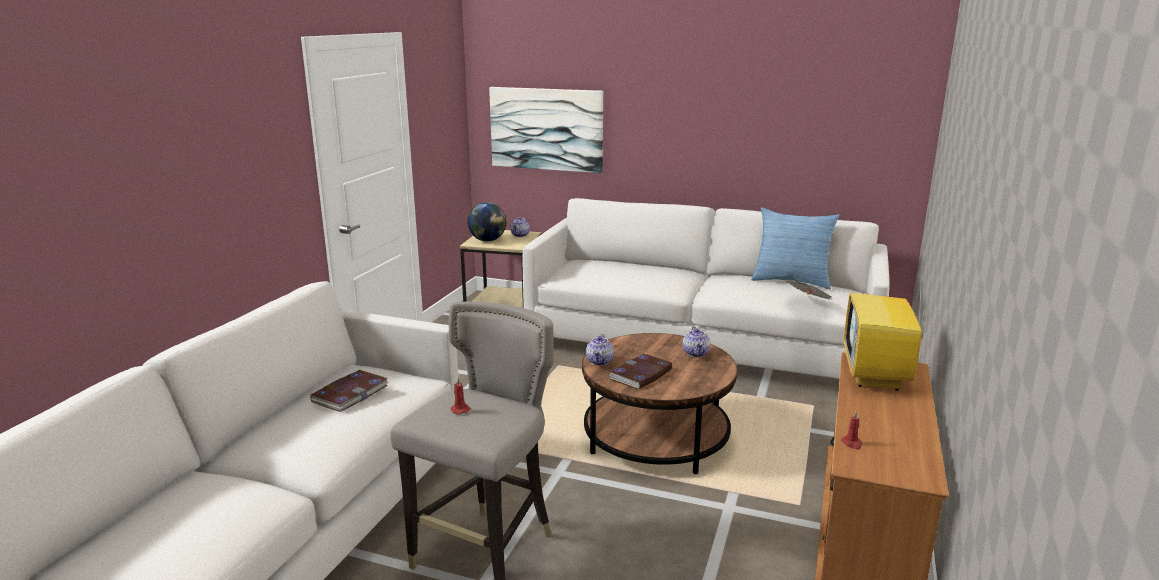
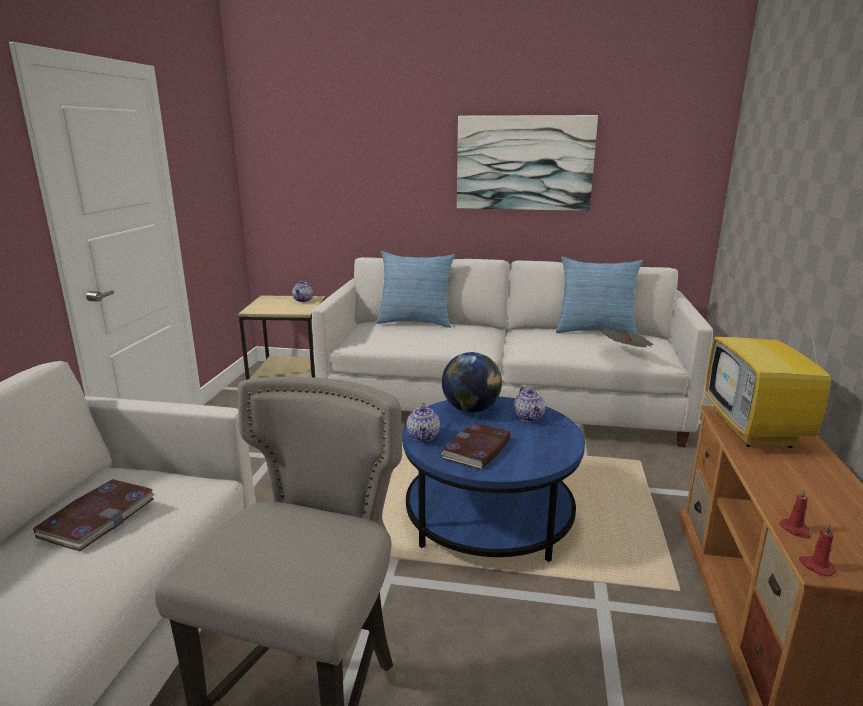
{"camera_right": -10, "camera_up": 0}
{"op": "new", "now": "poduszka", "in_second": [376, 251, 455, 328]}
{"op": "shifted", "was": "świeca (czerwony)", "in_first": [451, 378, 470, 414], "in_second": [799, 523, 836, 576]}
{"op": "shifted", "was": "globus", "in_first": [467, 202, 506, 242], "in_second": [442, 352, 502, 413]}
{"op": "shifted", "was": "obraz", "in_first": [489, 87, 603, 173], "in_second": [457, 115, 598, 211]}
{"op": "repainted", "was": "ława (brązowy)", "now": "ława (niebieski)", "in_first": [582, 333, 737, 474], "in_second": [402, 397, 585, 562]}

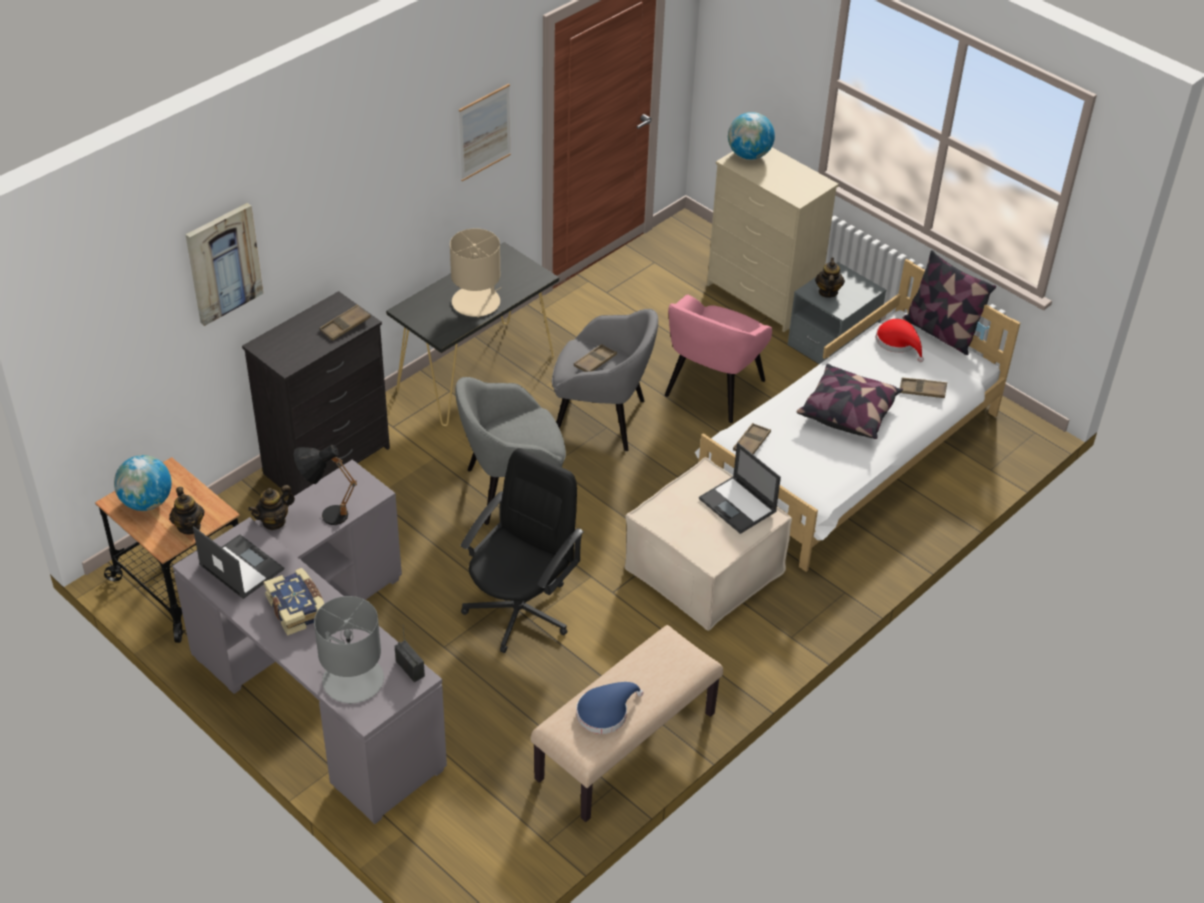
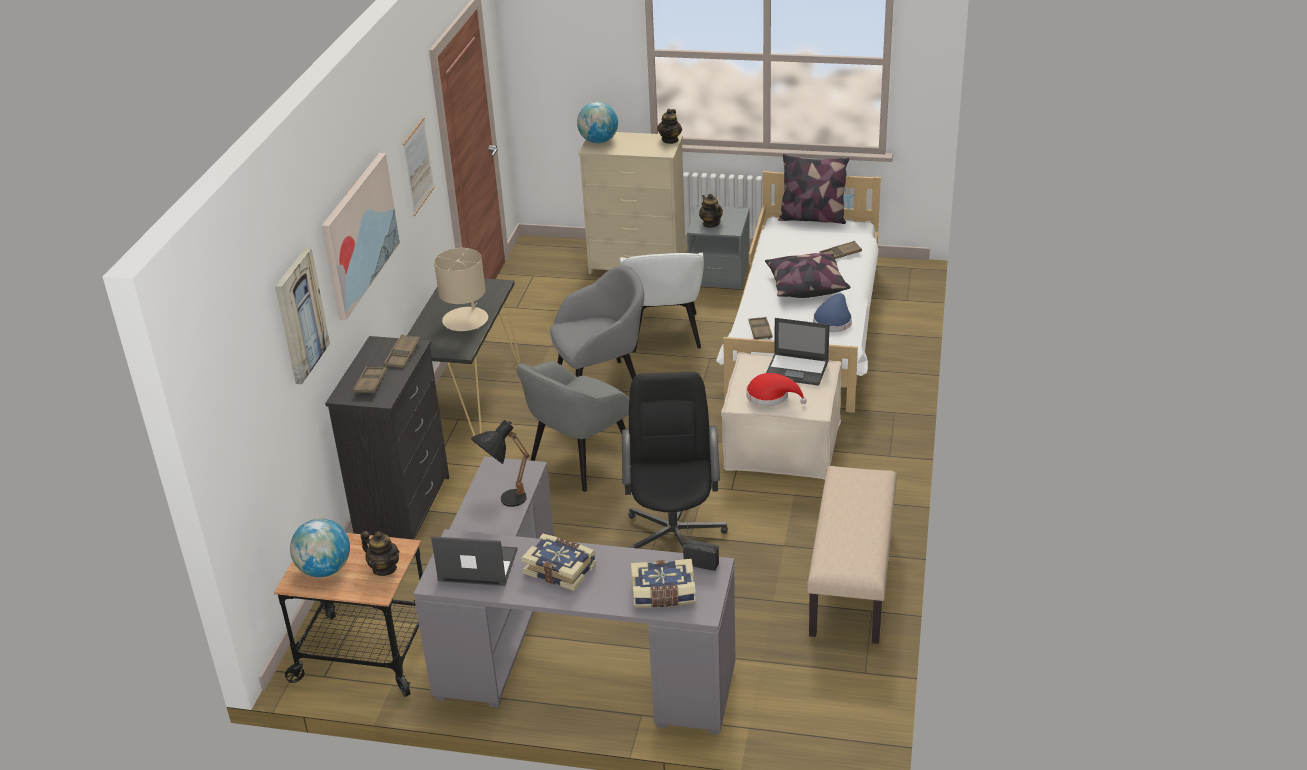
{"camera_right": -30, "camera_up": -10}
{"op": "new", "now": "obraz", "in_second": [322, 153, 400, 320]}
{"op": "shifted", "was": "imbryk", "in_first": [248, 485, 295, 530], "in_second": [657, 109, 682, 144]}
{"op": "shifted", "was": "taca (brązowy)", "in_first": [574, 344, 617, 372], "in_second": [353, 366, 387, 394]}
{"op": "shifted", "was": "kapelusz (niebieski)", "in_first": [576, 682, 644, 734], "in_second": [813, 293, 852, 332]}
{"op": "shifted", "was": "kapelusz (czerwony)", "in_first": [876, 319, 924, 362], "in_second": [746, 373, 807, 406]}
{"op": "swapped", "was": "lampa stołowa (szary)", "now": "książka", "in_first": [314, 596, 384, 704], "in_second": [631, 559, 696, 608]}
{"op": "repainted", "was": "fotel (różowy)", "now": "fotel (biały)", "in_first": [665, 295, 772, 423], "in_second": [619, 253, 704, 352]}

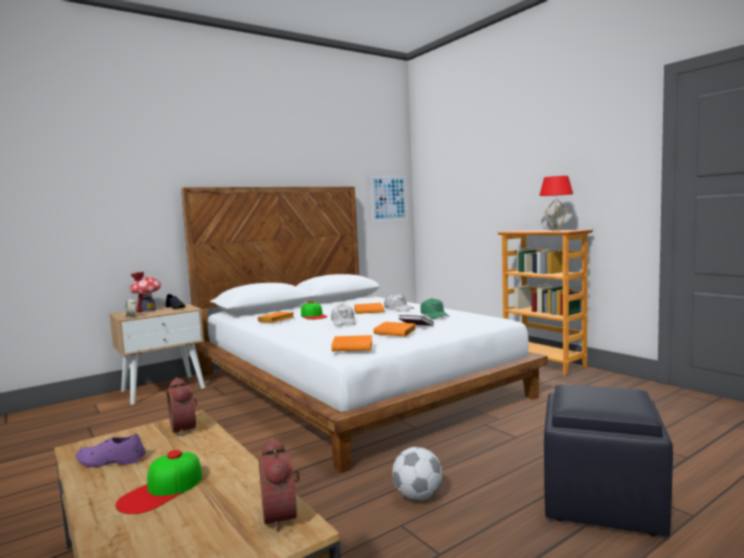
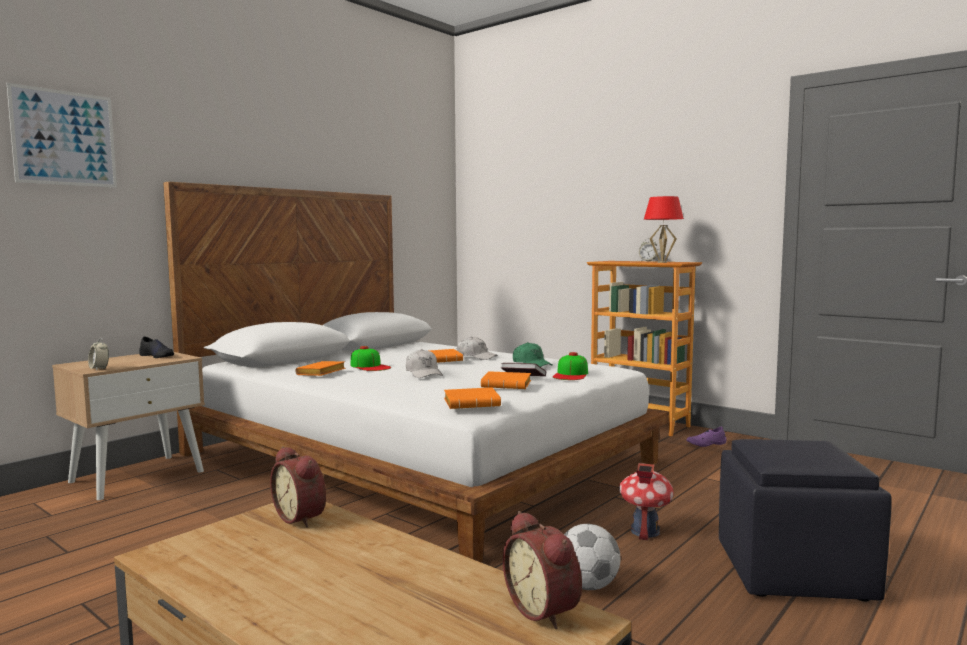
{"camera_right": -15, "camera_up": 0}
{"op": "shifted", "was": "but (fioletowy)", "in_first": [76, 433, 146, 467], "in_second": [686, 426, 726, 447]}
{"op": "shifted", "was": "czapka z daszkiem", "in_first": [115, 450, 202, 514], "in_second": [553, 352, 588, 380]}
{"op": "shifted", "was": "domek", "in_first": [129, 272, 161, 313], "in_second": [619, 463, 674, 540]}
{"op": "shifted", "was": "obraz", "in_first": [371, 176, 408, 221], "in_second": [7, 83, 117, 188]}

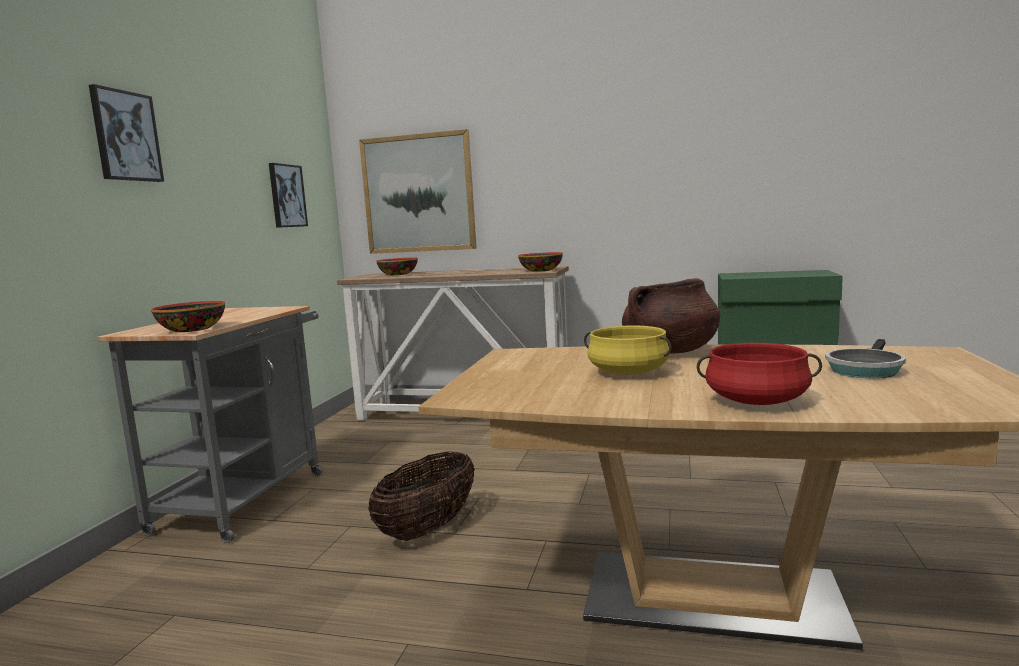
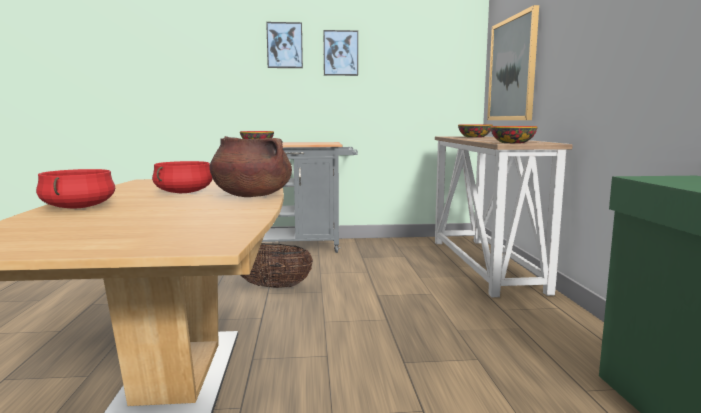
{"camera_right": 70, "camera_up": 0}
{"op": "gone", "was": "patelnia", "in_first": [825, 339, 906, 378]}
{"op": "shifted", "was": "obraz", "in_first": [269, 163, 308, 228], "in_second": [323, 30, 358, 76]}
{"op": "repainted", "was": "garnek (żółty)", "now": "garnek (czerwony)", "in_first": [584, 325, 672, 375], "in_second": [152, 161, 213, 193]}

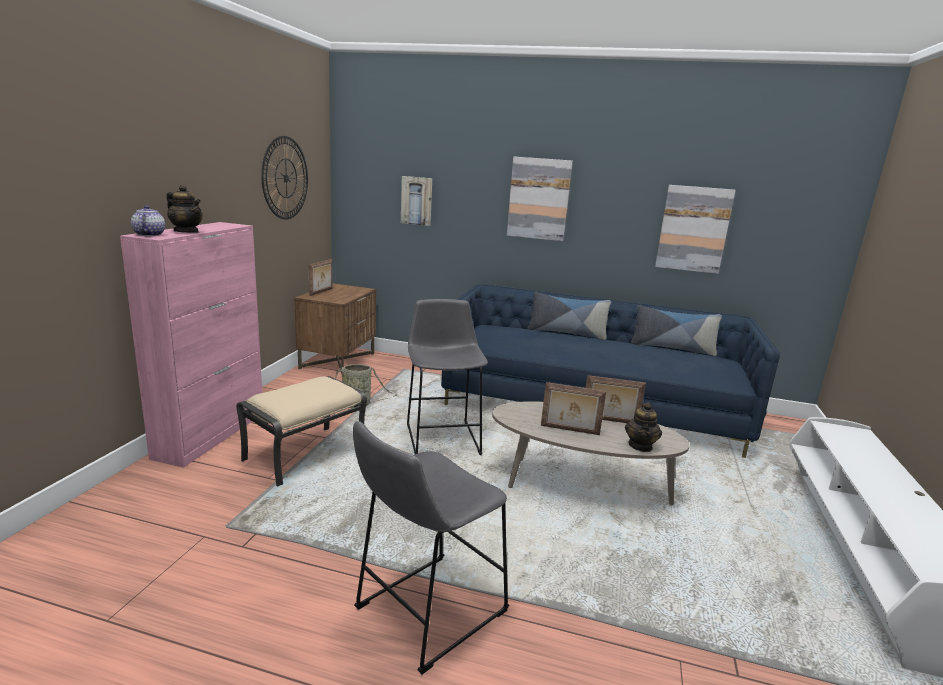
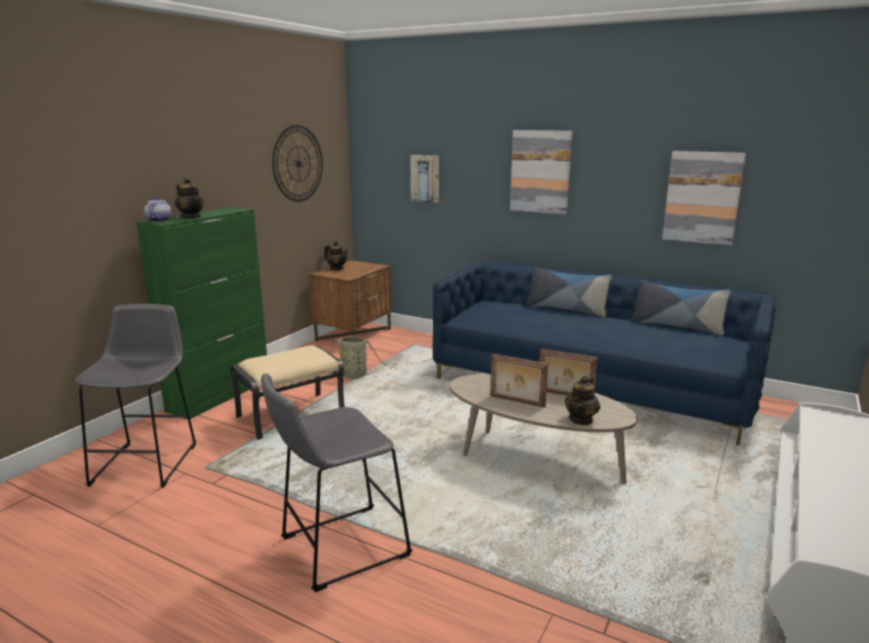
{"camera_right": 15, "camera_up": 0}
{"op": "shifted", "was": "stołek (szary)", "in_first": [407, 299, 488, 455], "in_second": [75, 304, 196, 488]}
{"op": "swapped", "was": "ramka na zdjęcie", "now": "imbryk", "in_first": [308, 259, 332, 296], "in_second": [325, 241, 348, 270]}
{"op": "repainted", "was": "szafka (różowy)", "now": "szafka (zielony)", "in_first": [120, 222, 262, 468], "in_second": [136, 207, 267, 419]}

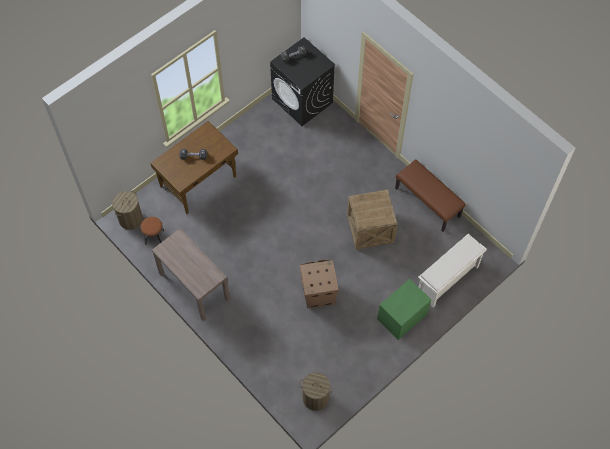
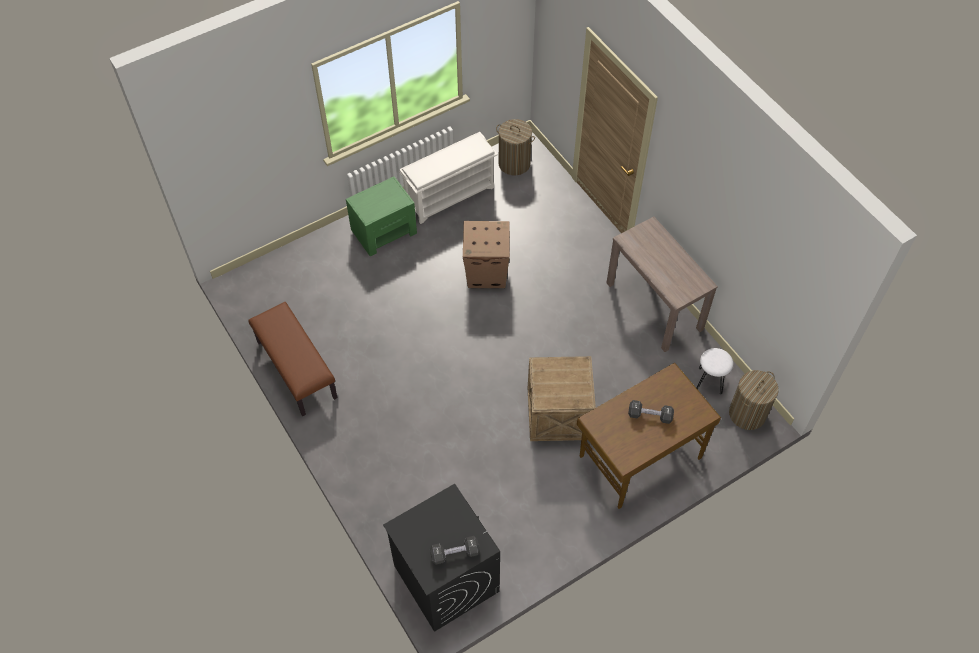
{"camera_right": -170, "camera_up": -5}
{"op": "shifted", "was": "skrzynka", "in_first": [347, 189, 397, 250], "in_second": [528, 356, 596, 441]}
{"op": "shifted", "was": "regał na buty (biały)", "in_first": [418, 233, 487, 307], "in_second": [399, 132, 498, 224]}
{"op": "repainted", "was": "stołek (brązowy)", "now": "stołek (biały)", "in_first": [141, 217, 164, 245], "in_second": [696, 348, 733, 394]}

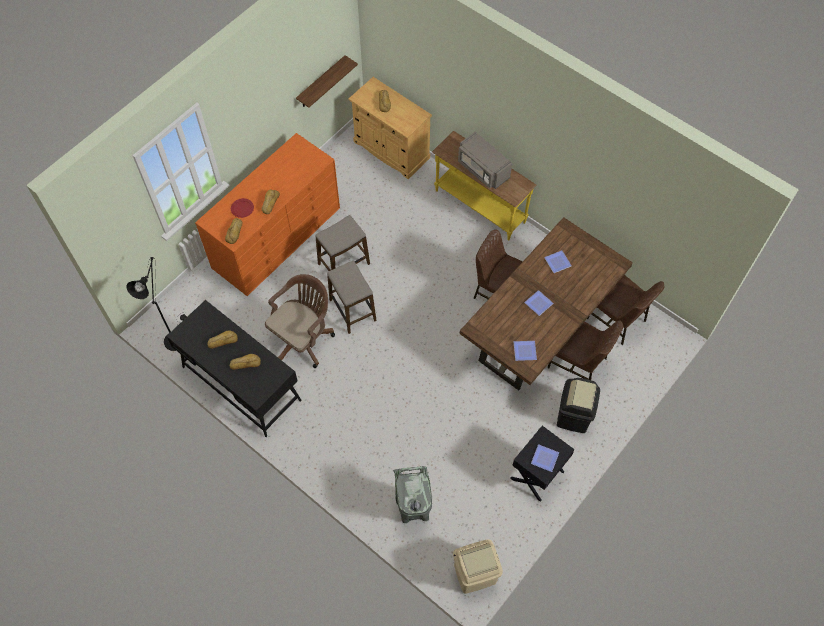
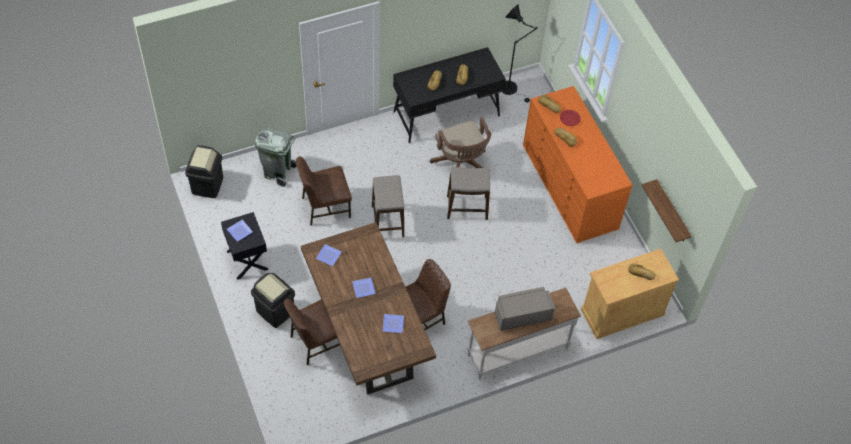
{"camera_right": 115, "camera_up": -5}
{"op": "shifted", "was": "stołek", "in_first": [316, 215, 370, 271], "in_second": [372, 175, 404, 237]}
{"op": "shifted", "was": "krzesło (brązowy)", "in_first": [587, 275, 665, 345], "in_second": [296, 156, 352, 226]}
{"op": "repainted", "was": "stolik konsolowy (żółty)", "now": "stolik konsolowy (biały)", "in_first": [432, 131, 537, 241], "in_second": [467, 287, 581, 380]}
{"op": "repainted", "was": "kosz na śmieci (beżowy)", "now": "kosz na śmieci (czarny)", "in_first": [453, 539, 503, 594], "in_second": [185, 145, 223, 198]}

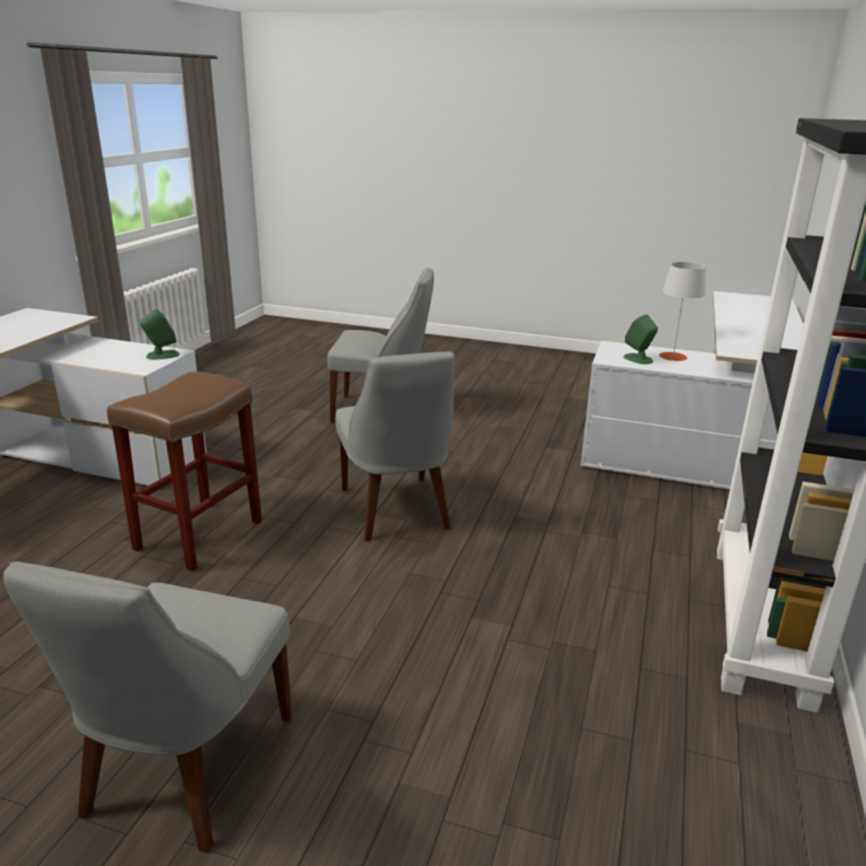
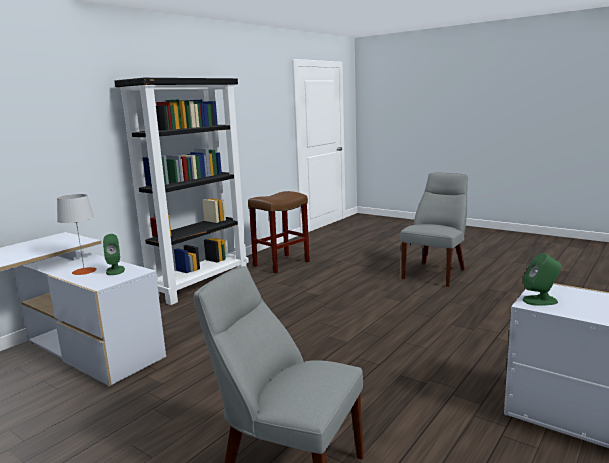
{"camera_right": -160, "camera_up": -10}
{"op": "gone", "was": "krzesło (szary)", "in_first": [336, 352, 455, 541]}
{"op": "shifted", "was": "stołek (brązowy)", "in_first": [107, 372, 262, 571], "in_second": [248, 191, 310, 273]}

